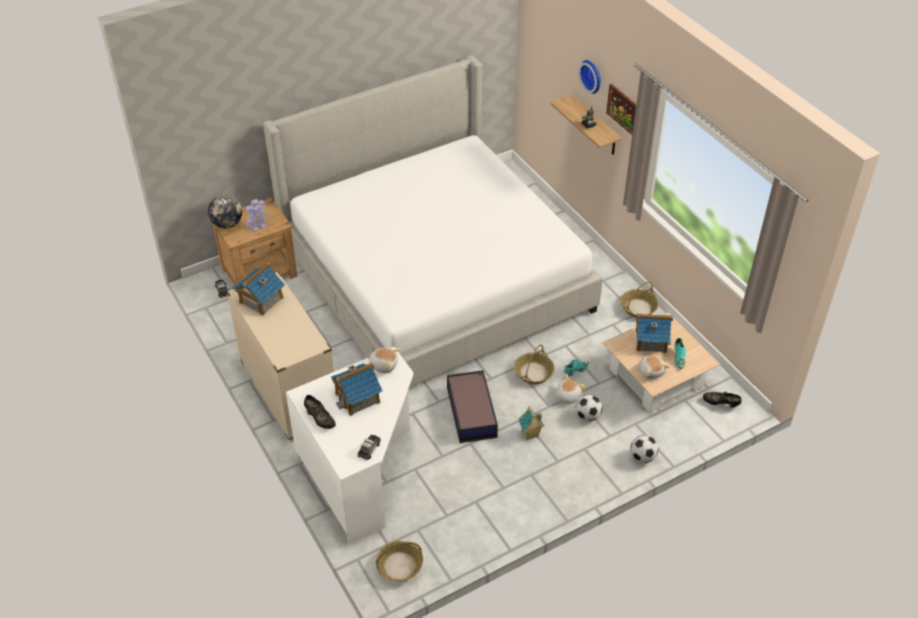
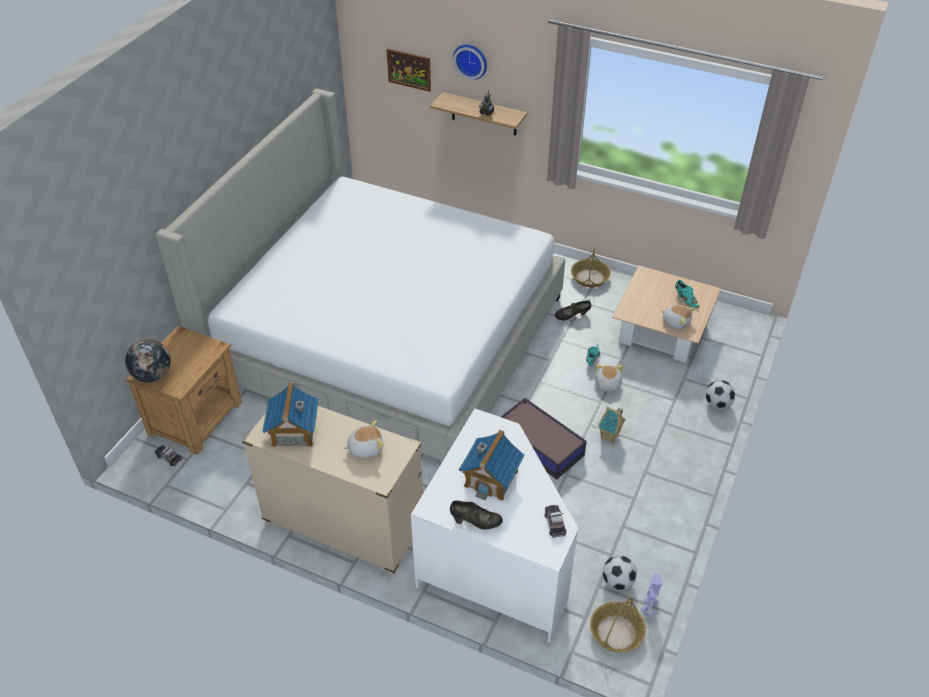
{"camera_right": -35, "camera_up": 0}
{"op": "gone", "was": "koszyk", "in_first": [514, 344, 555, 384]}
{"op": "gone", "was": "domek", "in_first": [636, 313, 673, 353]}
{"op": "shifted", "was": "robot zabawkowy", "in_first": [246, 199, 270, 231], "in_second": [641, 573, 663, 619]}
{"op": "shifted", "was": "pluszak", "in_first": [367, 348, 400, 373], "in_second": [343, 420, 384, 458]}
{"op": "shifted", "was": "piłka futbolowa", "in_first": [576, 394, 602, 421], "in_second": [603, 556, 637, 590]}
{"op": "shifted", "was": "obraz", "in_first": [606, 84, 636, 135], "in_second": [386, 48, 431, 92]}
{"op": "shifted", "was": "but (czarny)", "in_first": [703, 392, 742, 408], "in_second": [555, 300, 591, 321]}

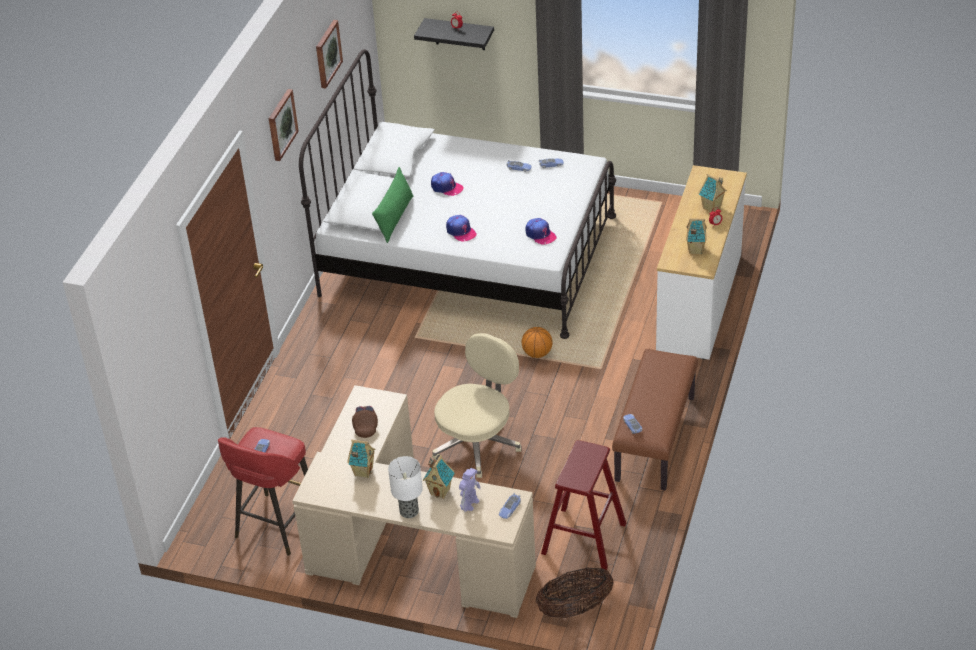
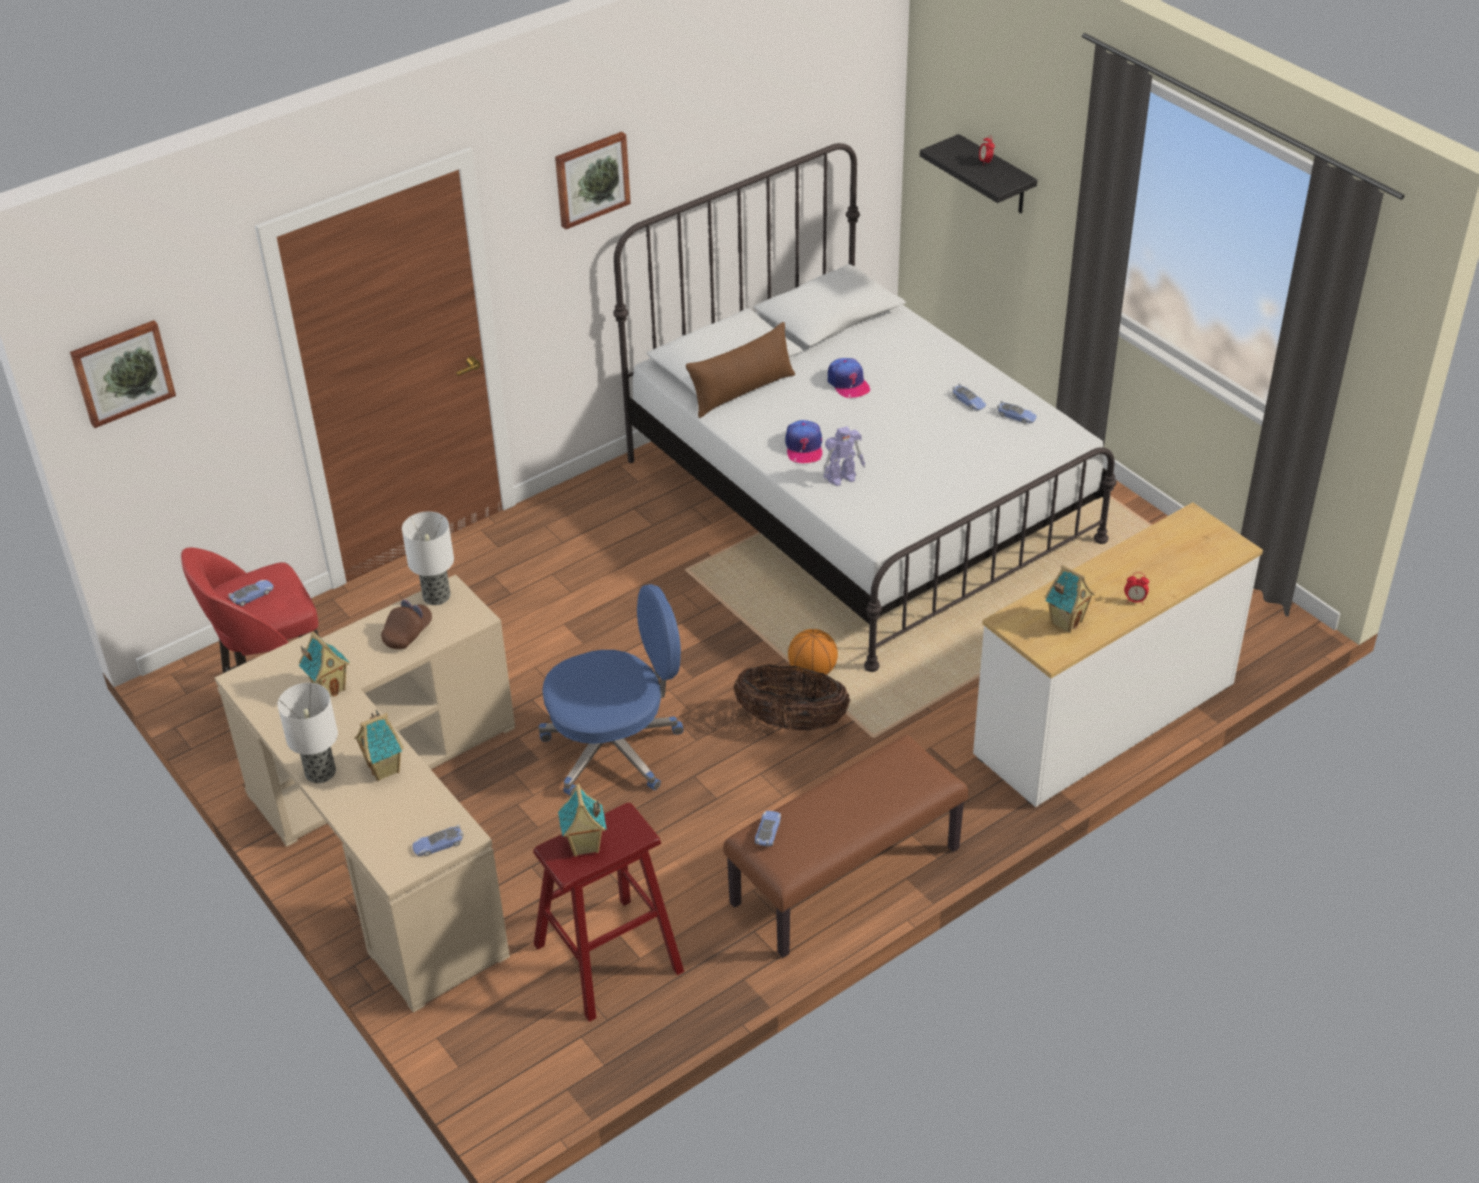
{"camera_right": 35, "camera_up": 0}
{"op": "gone", "was": "czapka z daszkiem", "in_first": [525, 218, 557, 245]}
{"op": "new", "now": "lampa stołowa", "in_second": [402, 511, 454, 605]}
{"op": "shifted", "was": "obraz", "in_first": [316, 20, 343, 88], "in_second": [70, 320, 176, 428]}
{"op": "shifted", "was": "robot zabawkowy", "in_first": [459, 468, 480, 512], "in_second": [823, 426, 865, 486]}
{"op": "shifted", "was": "koszyk", "in_first": [536, 568, 614, 618], "in_second": [734, 664, 850, 731]}
{"op": "shifted", "was": "domek", "in_first": [699, 174, 727, 212], "in_second": [558, 784, 607, 857]}
{"op": "repainted", "was": "poduszka (zielony)", "now": "poduszka (brązowy)", "in_first": [372, 167, 413, 243], "in_second": [686, 322, 795, 418]}
{"op": "repainted", "was": "krzesło biurowe (beżowy)", "now": "krzesło biurowe (niebieski)", "in_first": [432, 333, 522, 478], "in_second": [538, 584, 684, 796]}

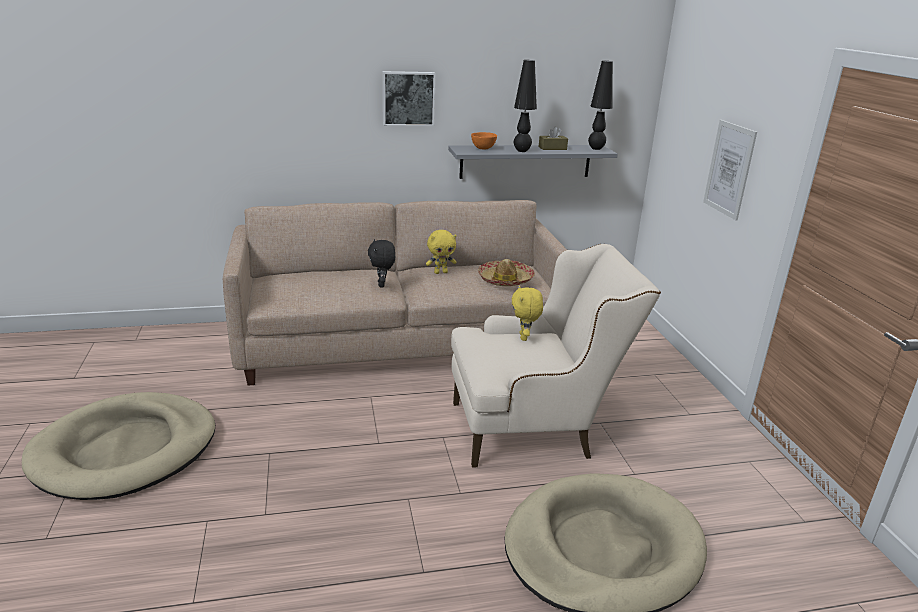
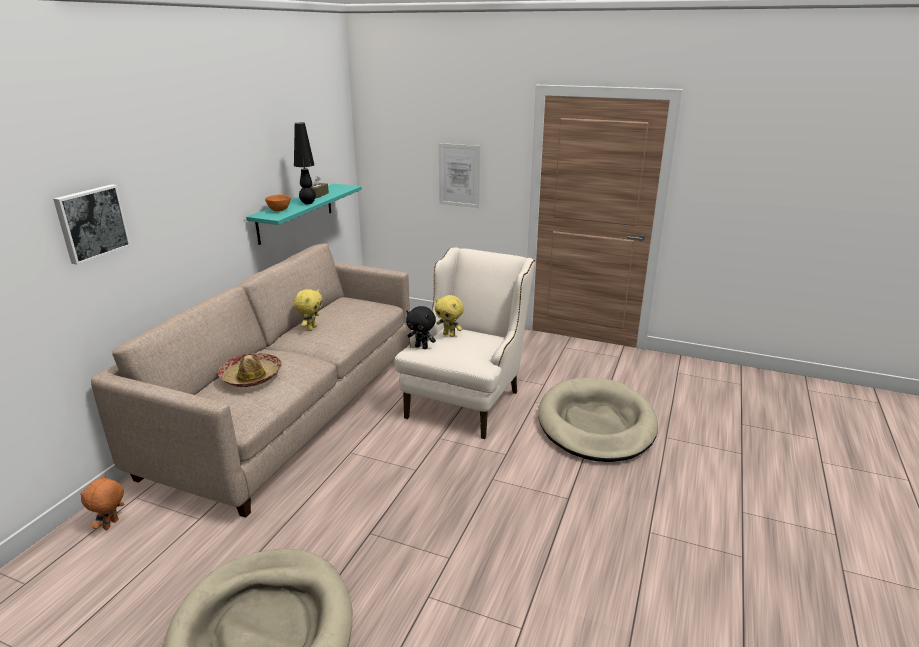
{"camera_right": -55, "camera_up": 0}
{"op": "gone", "was": "lampa stołowa (czarny)", "in_first": [588, 61, 613, 150]}
{"op": "new", "now": "pluszak (pomarańczowy)", "in_second": [80, 474, 124, 530]}
{"op": "shifted", "was": "pluszak (czarny)", "in_first": [368, 239, 396, 287], "in_second": [406, 306, 436, 349]}
{"op": "shifted", "was": "obraz", "in_first": [383, 71, 436, 126], "in_second": [53, 184, 131, 265]}
{"op": "shifted", "was": "kapelusz", "in_first": [478, 259, 535, 286], "in_second": [218, 353, 282, 387]}
{"op": "repainted", "was": "półka (szary)", "now": "półka (turkusowy)", "in_first": [448, 145, 618, 179], "in_second": [246, 184, 362, 245]}

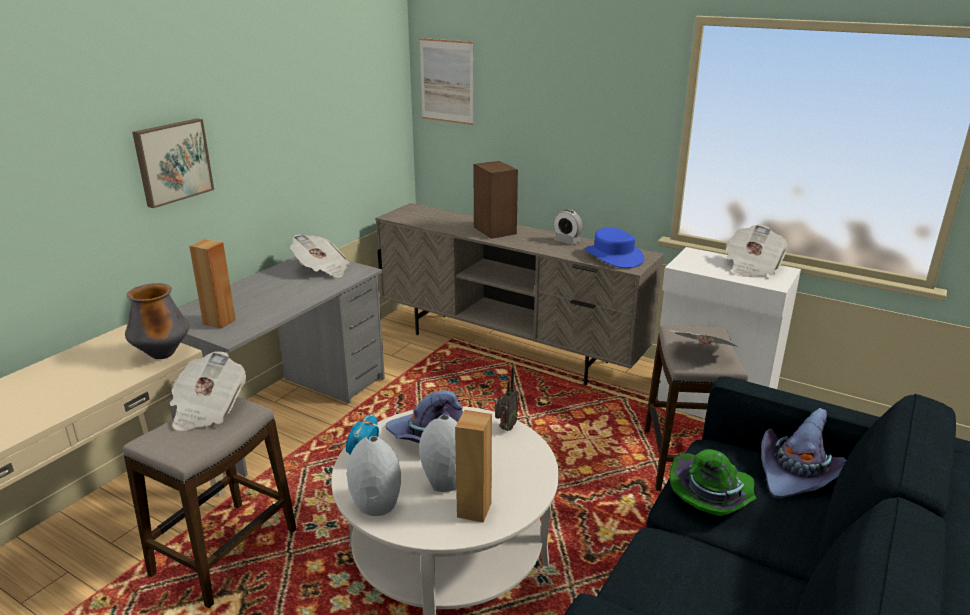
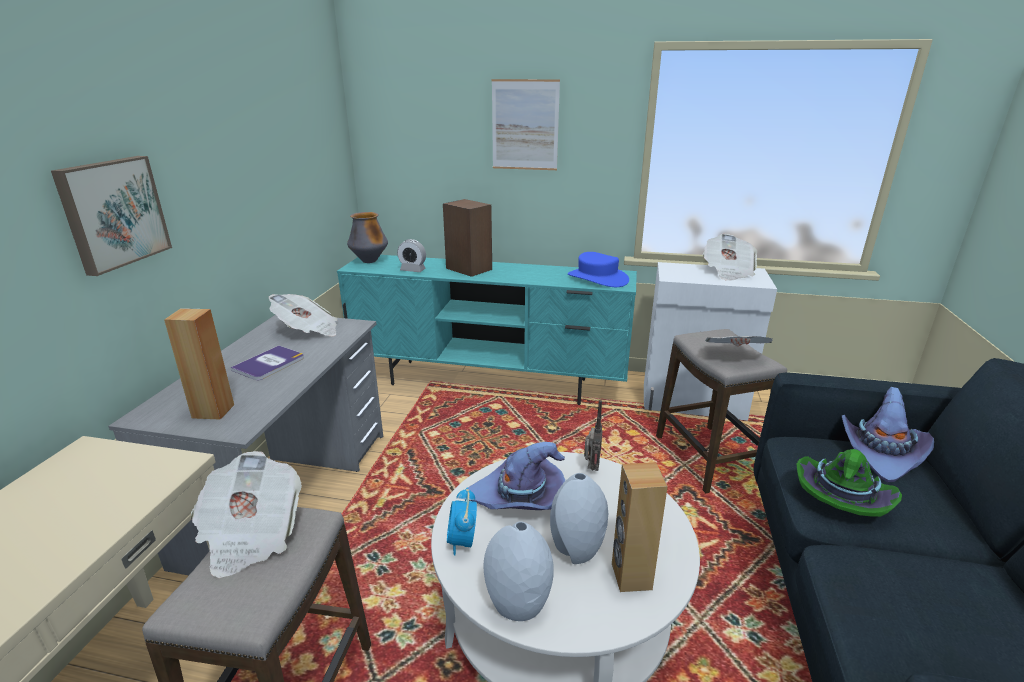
{"camera_right": -20, "camera_up": 0}
{"op": "new", "now": "książka", "in_second": [231, 346, 304, 380]}
{"op": "shifted", "was": "wazon", "in_first": [125, 283, 189, 359], "in_second": [347, 212, 388, 263]}
{"op": "shifted", "was": "obraz", "in_first": [419, 38, 474, 125], "in_second": [492, 79, 560, 170]}
{"op": "shifted", "was": "budzik", "in_first": [554, 210, 582, 245], "in_second": [397, 239, 426, 272]}
{"op": "repainted", "was": "szafka pod telewizor (beżowy)", "now": "szafka pod telewizor (turkusowy)", "in_first": [375, 203, 664, 386], "in_second": [337, 255, 637, 405]}

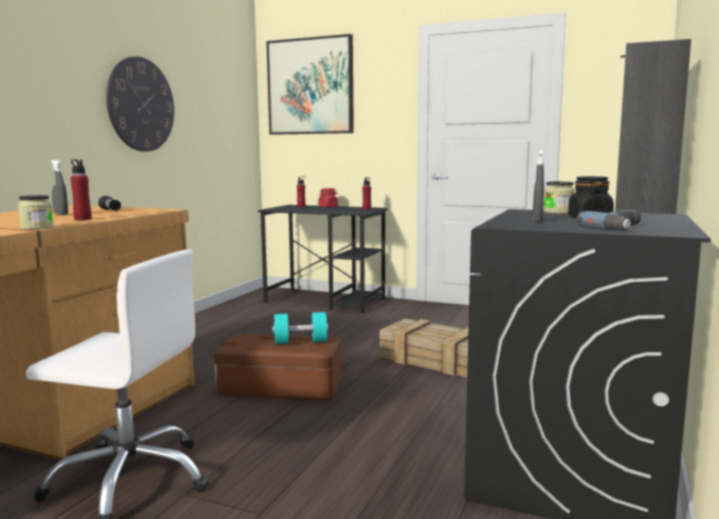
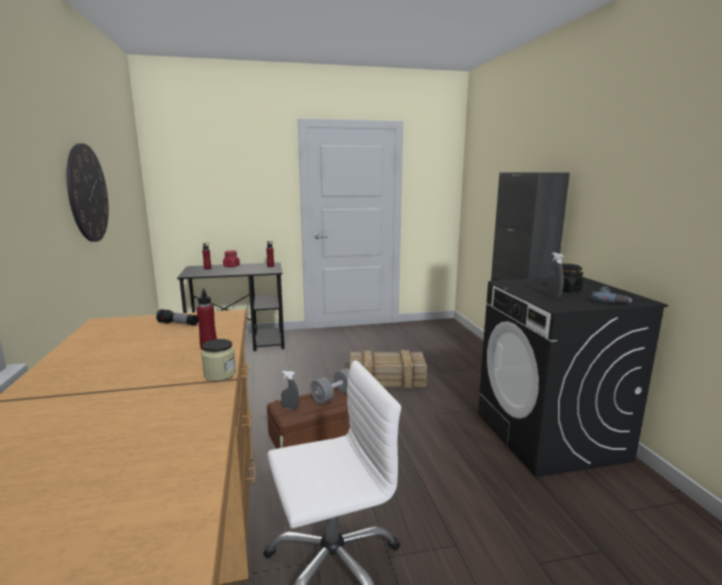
{"camera_right": -35, "camera_up": 5}
{"op": "gone", "was": "obraz", "in_first": [266, 34, 354, 135]}
{"op": "gone", "was": "słoik", "in_first": [544, 181, 575, 214]}
{"op": "shifted", "was": "spryskiwacz (szary)", "in_first": [51, 160, 68, 215], "in_second": [281, 371, 299, 409]}
{"op": "repainted", "was": "hantel (turkusowy)", "now": "hantel (szary)", "in_first": [272, 312, 328, 344], "in_second": [310, 368, 350, 404]}

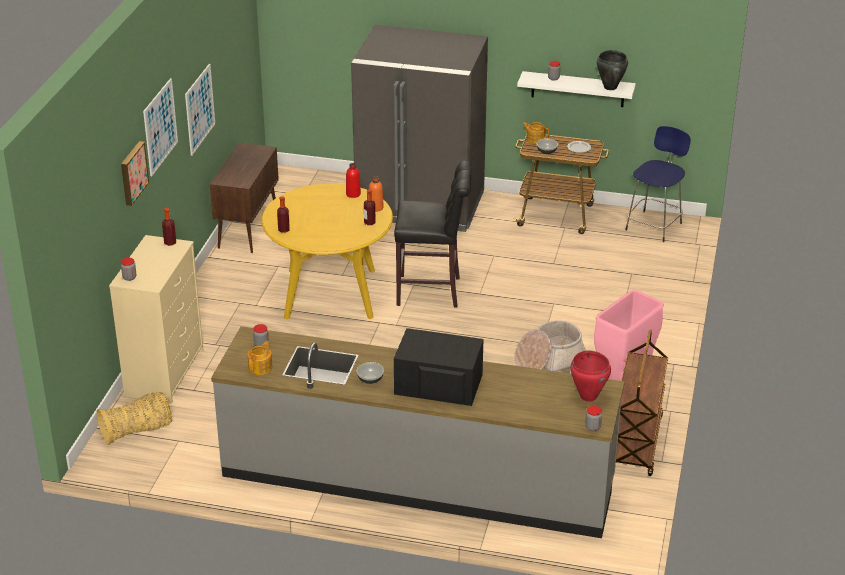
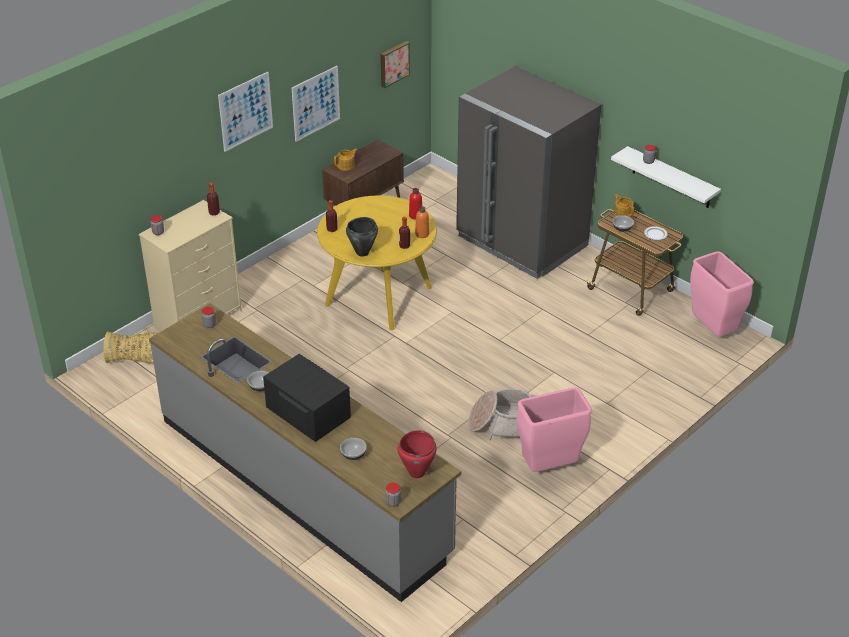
{"camera_right": 30, "camera_up": 5}
{"op": "gone", "was": "stołek (czarny)", "in_first": [394, 161, 472, 307]}
{"op": "gone", "was": "wózek (brązowy)", "in_first": [616, 330, 668, 476]}
{"op": "new", "now": "miska", "in_second": [340, 438, 367, 460]}
{"op": "shifted", "was": "obraz", "in_first": [121, 141, 149, 206], "in_second": [381, 41, 410, 88]}
{"op": "shifted", "was": "imbryk", "in_first": [248, 341, 272, 375], "in_second": [334, 148, 357, 171]}
{"op": "shifted", "was": "garnek (czarny)", "in_first": [596, 50, 628, 90], "in_second": [346, 217, 378, 257]}
{"op": "swapped", "was": "stołek (niebieski)", "now": "kosz na śmieci (różowy)", "in_first": [625, 126, 691, 242], "in_second": [690, 251, 754, 336]}

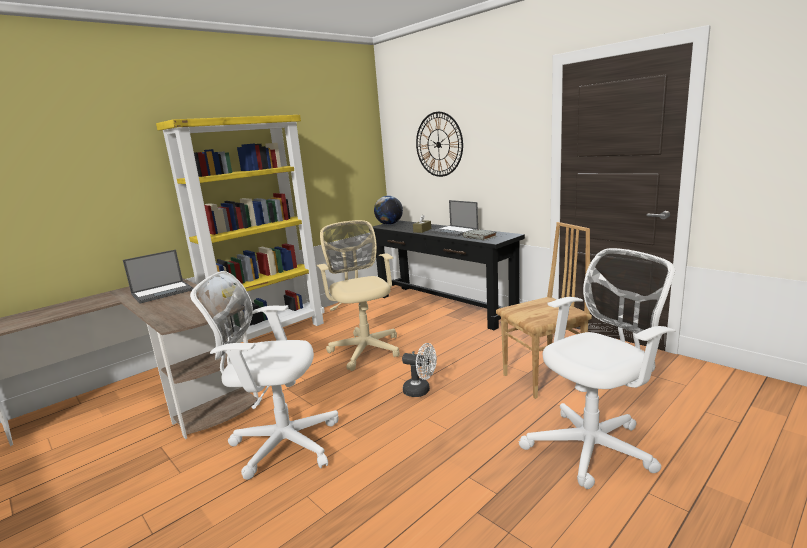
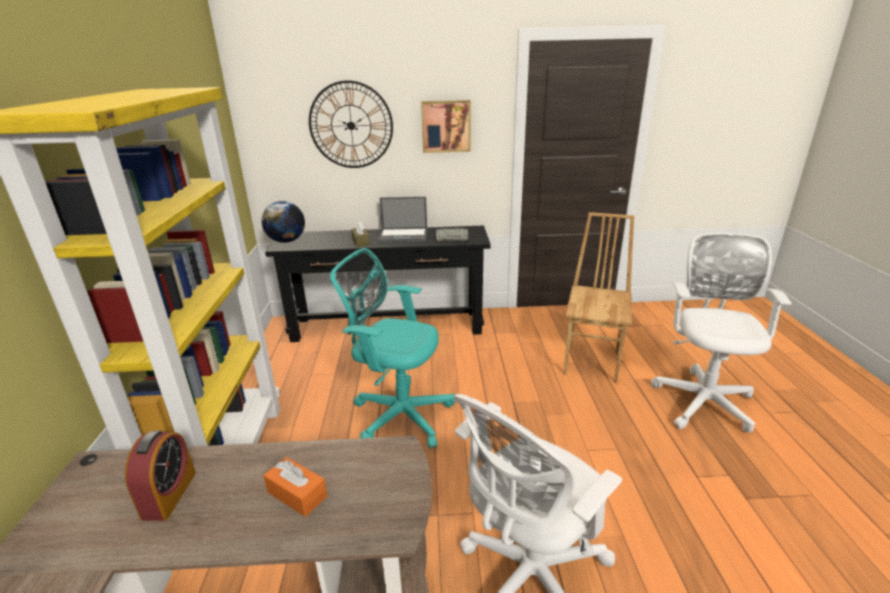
{"camera_right": -50, "camera_up": 10}
{"op": "gone", "was": "wentylator (biały)", "in_first": [402, 343, 437, 397]}
{"op": "new", "now": "pudełko chusteczek (pomarańczowy)", "in_second": [263, 457, 327, 517]}
{"op": "new", "now": "obraz", "in_second": [421, 100, 471, 153]}
{"op": "swapped", "was": "laptop", "now": "budzik", "in_first": [123, 250, 193, 303], "in_second": [125, 431, 196, 521]}
{"op": "repainted", "was": "krzesło biurowe (beżowy)", "now": "krzesło biurowe (turkusowy)", "in_first": [316, 220, 400, 371], "in_second": [330, 248, 455, 449]}

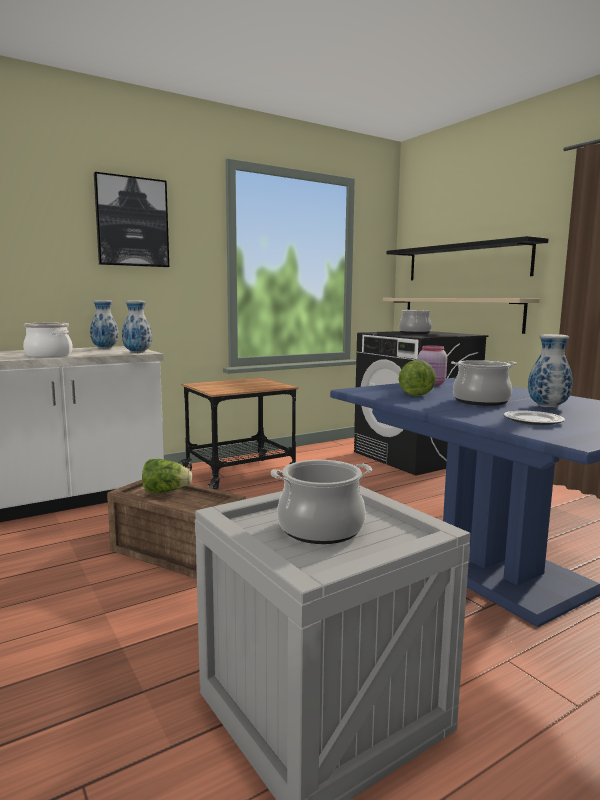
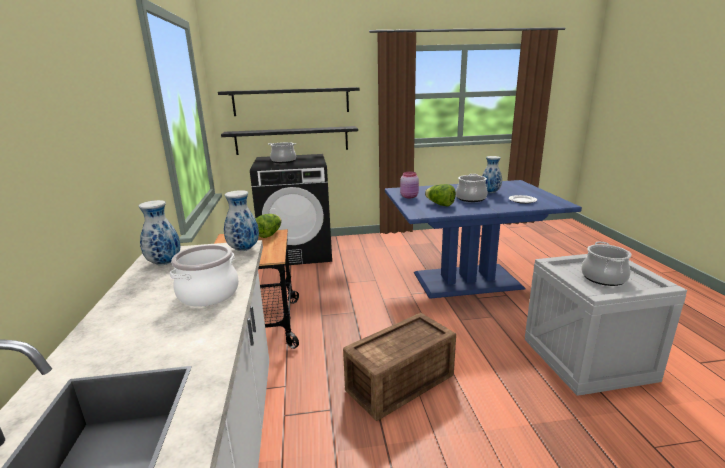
{"camera_right": -65, "camera_up": 10}
{"op": "gone", "was": "obraz", "in_first": [94, 172, 169, 267]}
{"op": "shifted", "was": "sałata", "in_first": [142, 459, 192, 493], "in_second": [256, 214, 282, 238]}
{"op": "repainted", "was": "półka (beżowy)", "now": "półka (czarny)", "in_first": [383, 298, 540, 334], "in_second": [221, 126, 358, 155]}

